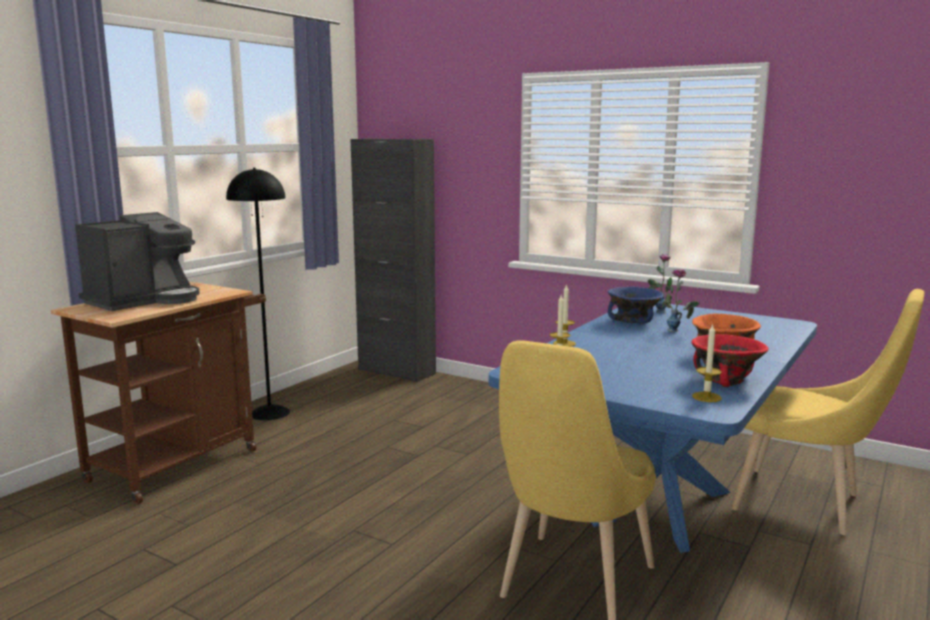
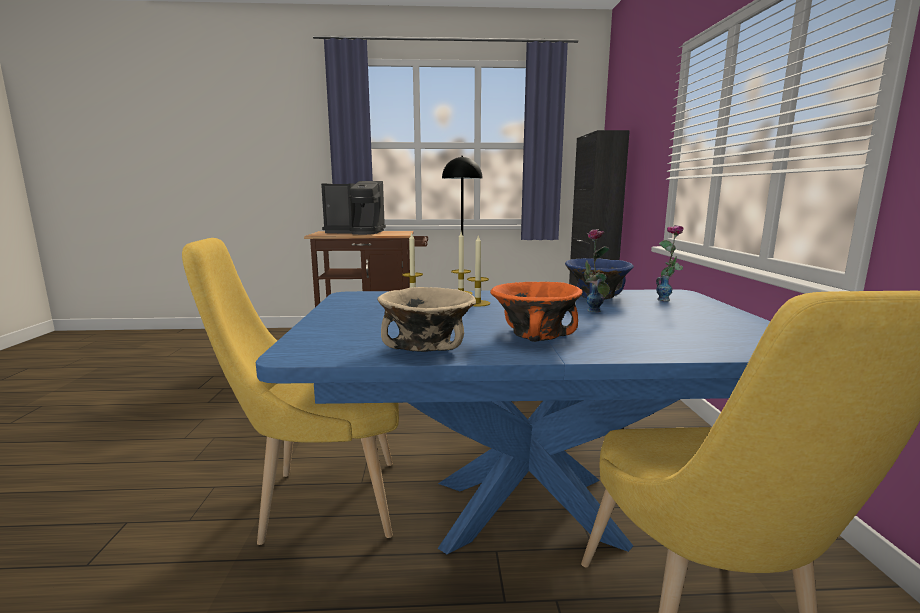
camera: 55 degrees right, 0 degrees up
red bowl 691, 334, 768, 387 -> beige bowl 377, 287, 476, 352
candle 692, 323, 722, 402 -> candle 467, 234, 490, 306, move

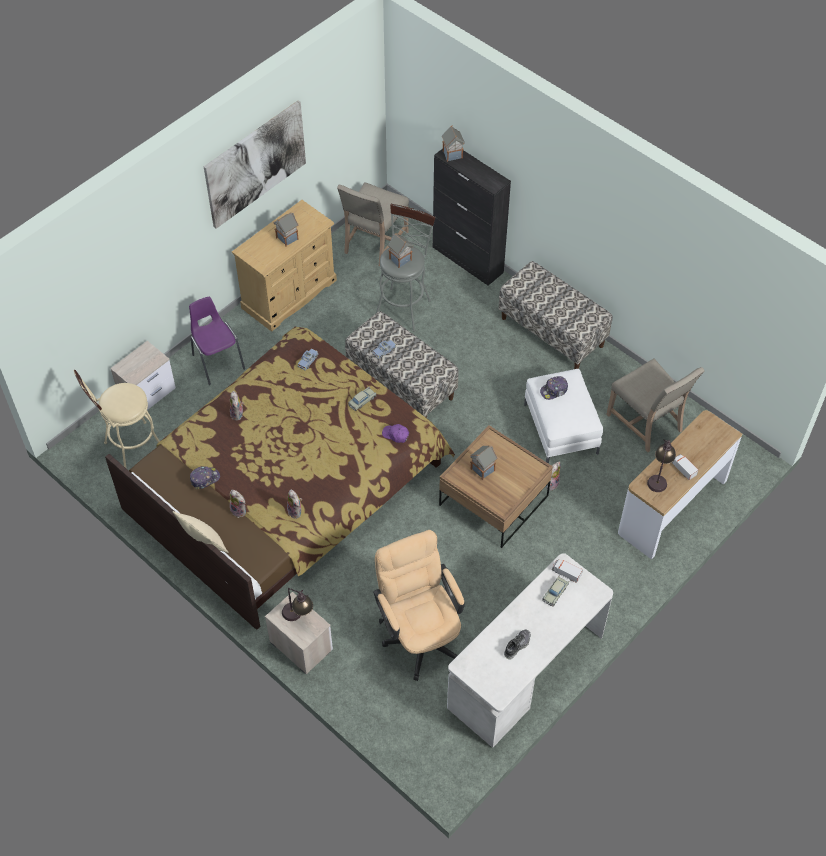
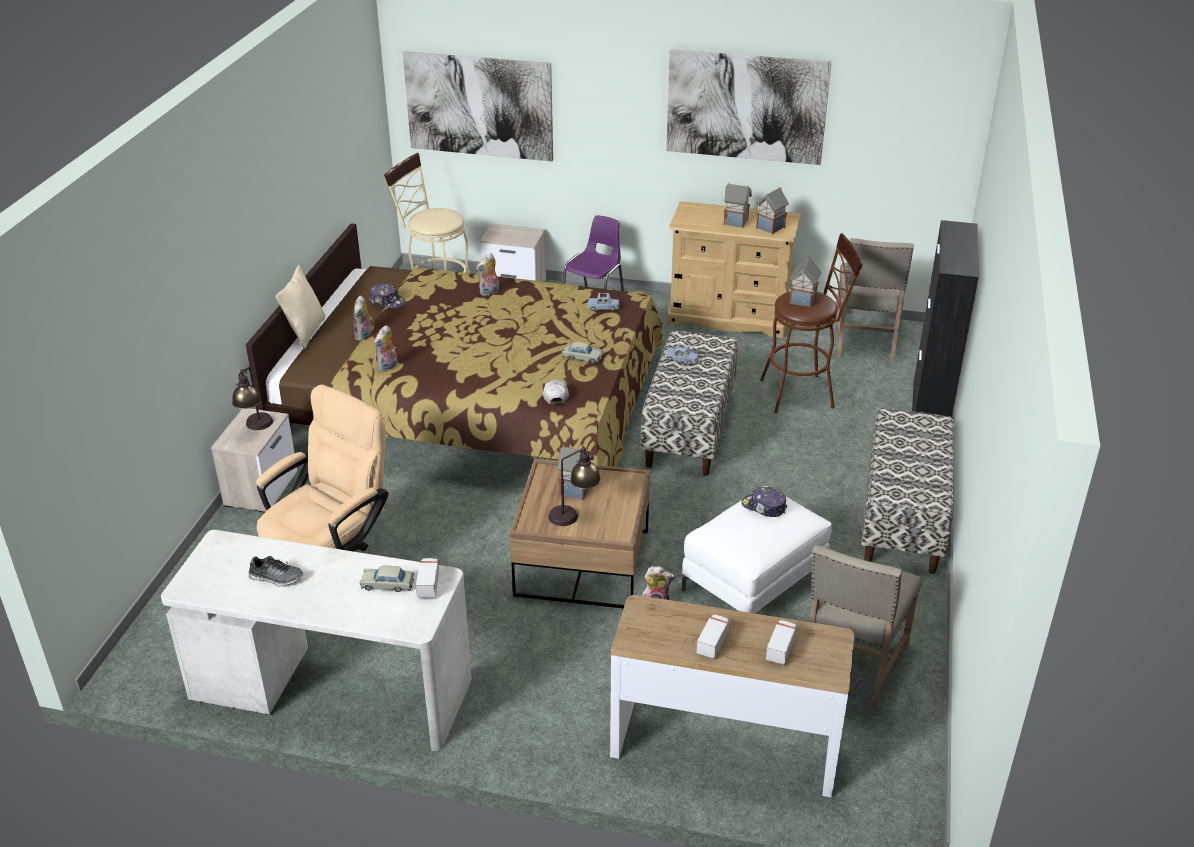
camera: 60 degrees right, 20 degrees down
none -> picture 403, 51, 553, 162
purple cap 382, 424, 409, 443 -> white cap 543, 379, 569, 405
table lamp 647, 439, 676, 492 -> table lamp 548, 445, 601, 526, move
toy house 442, 126, 465, 162 -> toy house 756, 187, 789, 234, move
grey stool 376, 204, 435, 332 -> brown stool 760, 233, 863, 413
none -> toy truck 766, 620, 798, 665
beige chair 337, 182, 409, 266 -> beige chair 836, 238, 914, 363, 75 degrees counterclockwise

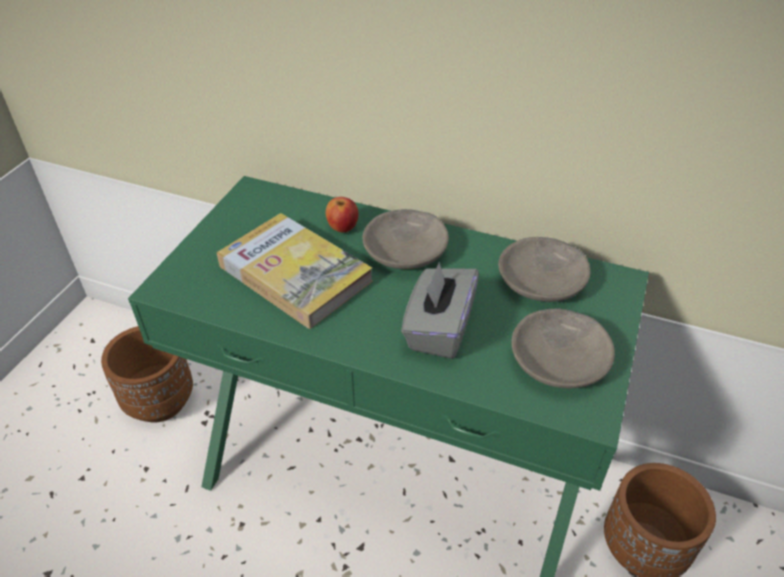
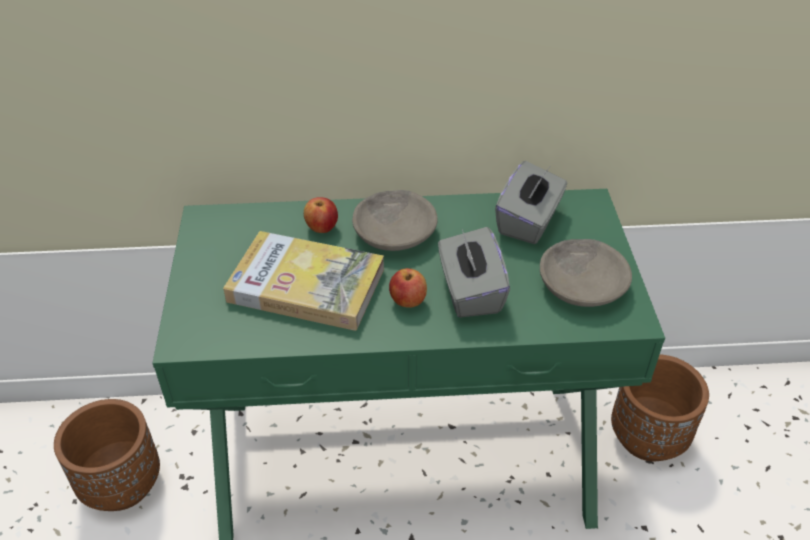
camera: 25 degrees left, 0 degrees up
none -> apple 389, 268, 427, 308
grey bowl 498, 237, 591, 302 -> grey tissue box 495, 161, 567, 244

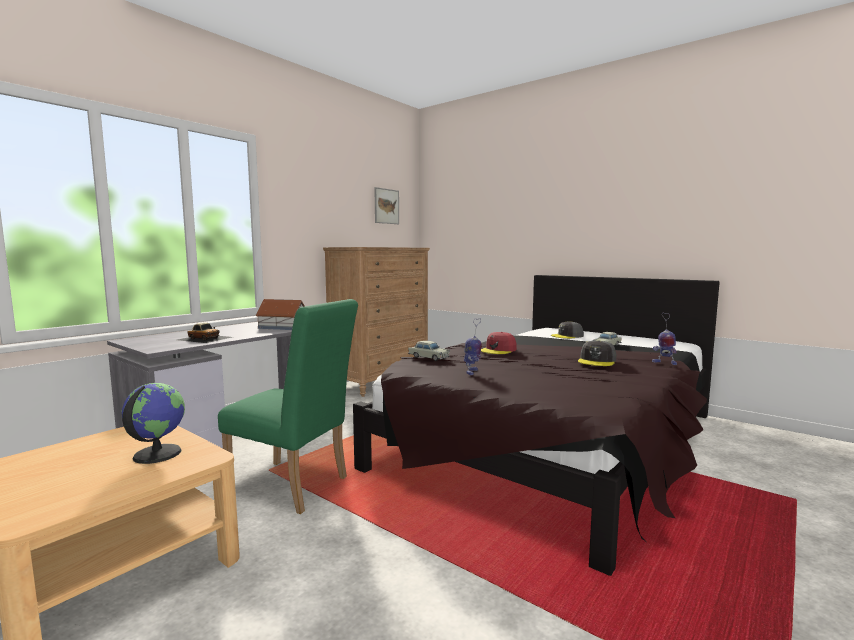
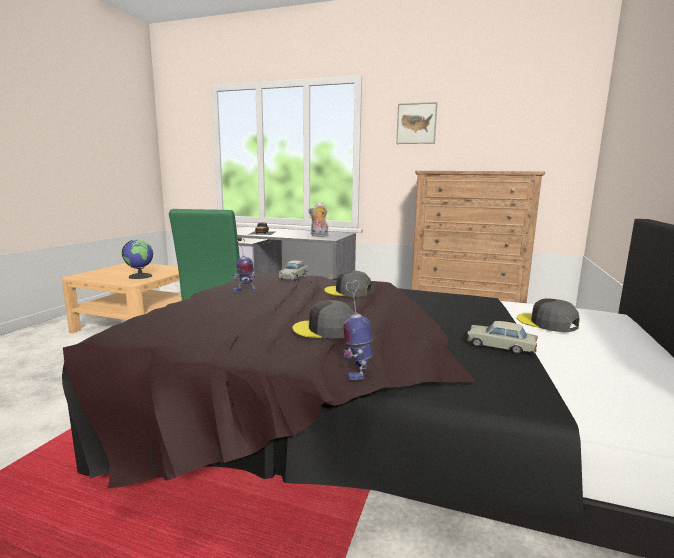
camera: 70 degrees right, 5 degrees up
toy house 256, 299, 305, 330 -> plush toy 308, 202, 328, 237
red cap 481, 332, 517, 354 -> grey cap 324, 271, 372, 297
picture 374, 187, 399, 224 -> picture 396, 102, 437, 144, move

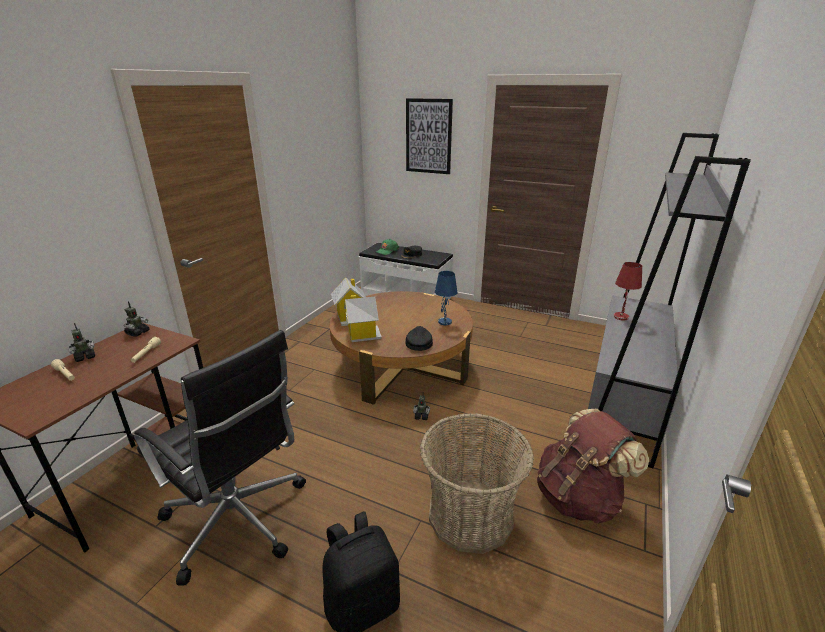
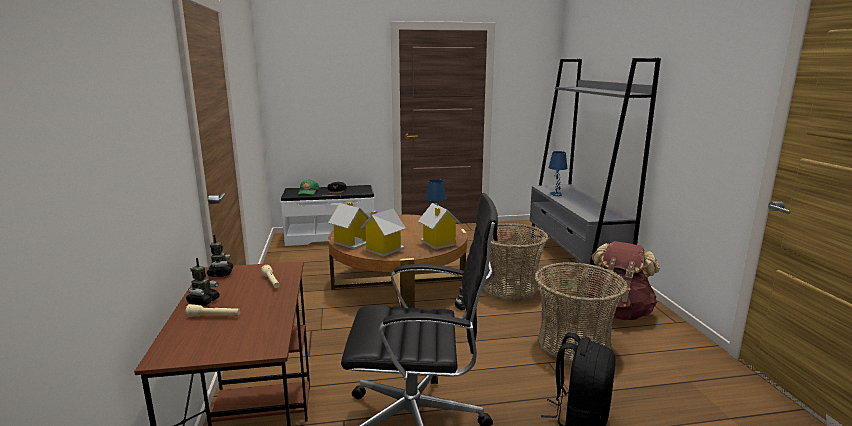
camera: 35 degrees left, 10 degrees down
black cap 406, 326, 433, 351 -> toy house 418, 203, 461, 250
none -> basket 482, 223, 549, 302
red table lamp 613, 262, 642, 320 -> blue table lamp 549, 151, 567, 196
picture 406, 98, 453, 174 -> none

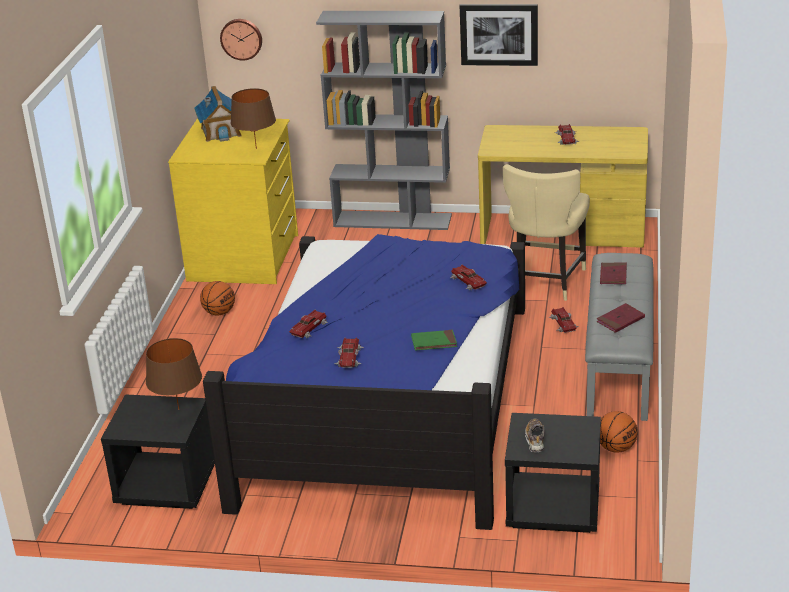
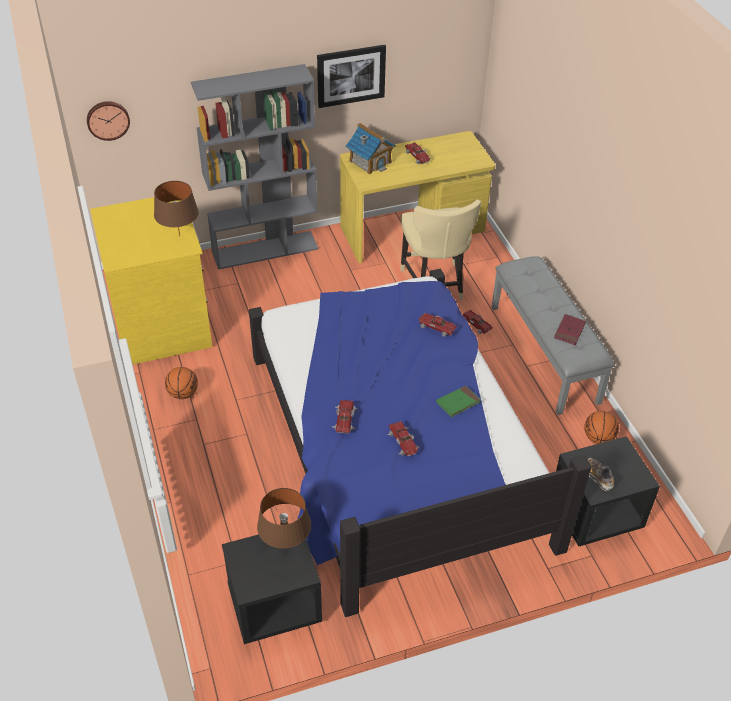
camera: 30 degrees left, 15 degrees up
toy house 194, 86, 242, 142 -> toy house 346, 123, 396, 175, move
red book 600, 263, 627, 284 -> none

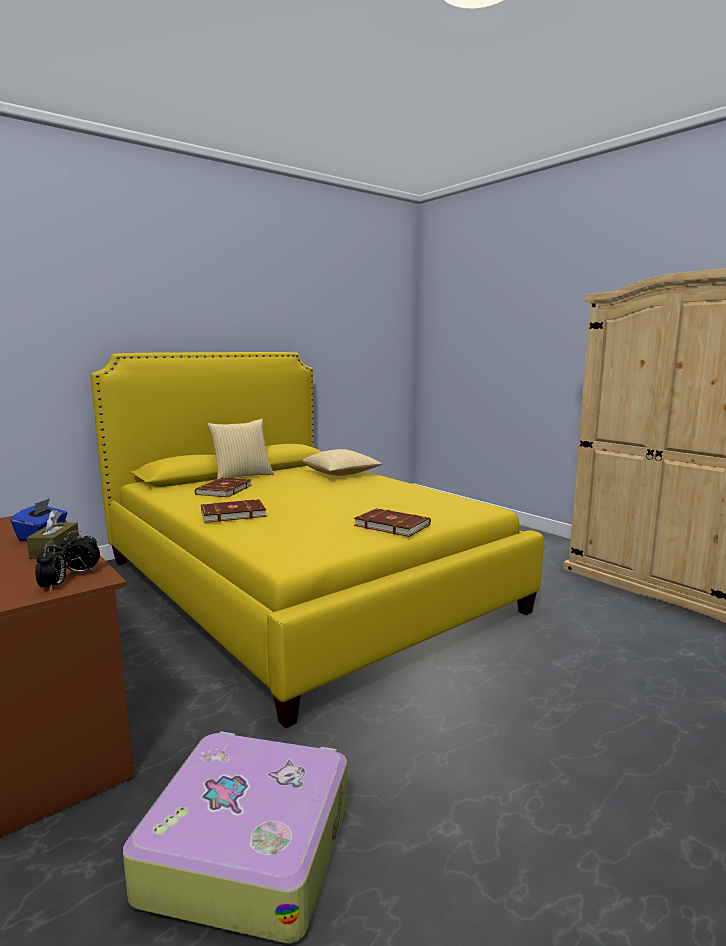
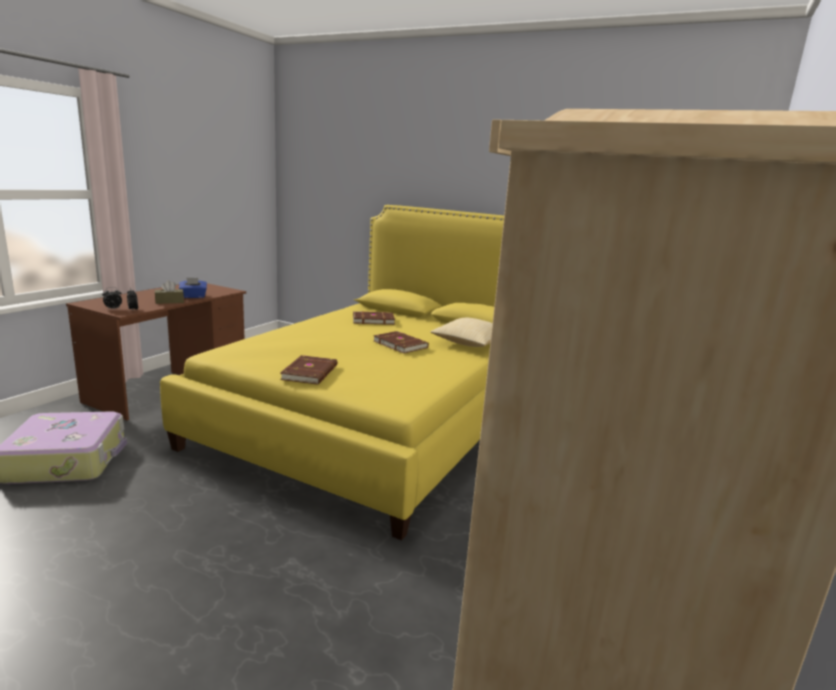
camera: 65 degrees right, 5 degrees up
brown book 201, 499, 266, 523 -> brown book 373, 331, 429, 353, move
pillow 207, 419, 274, 479 -> none

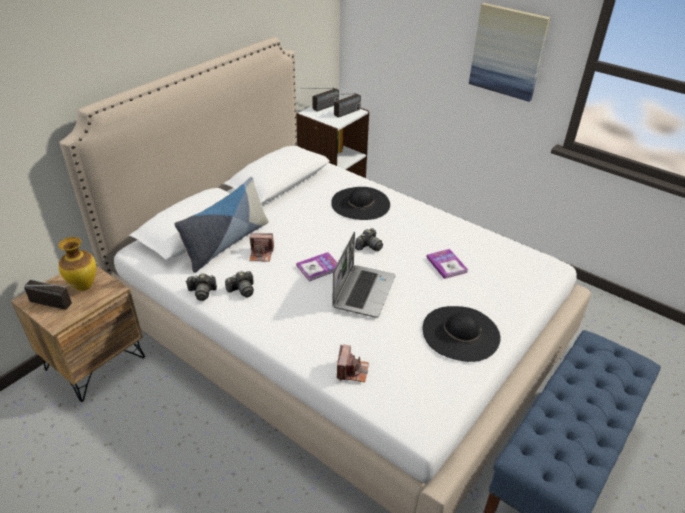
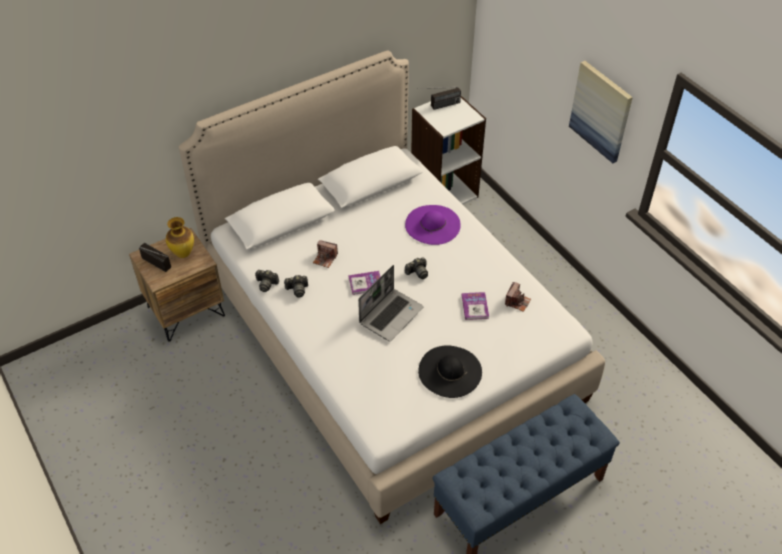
camera: 20 degrees right, 10 degrees up
black hat 331, 187, 390, 220 -> purple hat 405, 205, 461, 245
photo camera 337, 344, 369, 382 -> photo camera 505, 282, 531, 312, move
pillow 174, 177, 269, 273 -> none
radio 322, 93, 361, 117 -> none

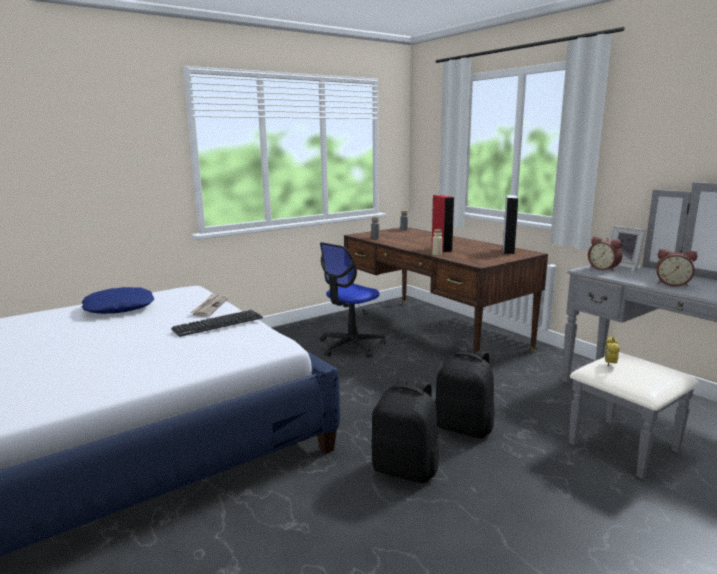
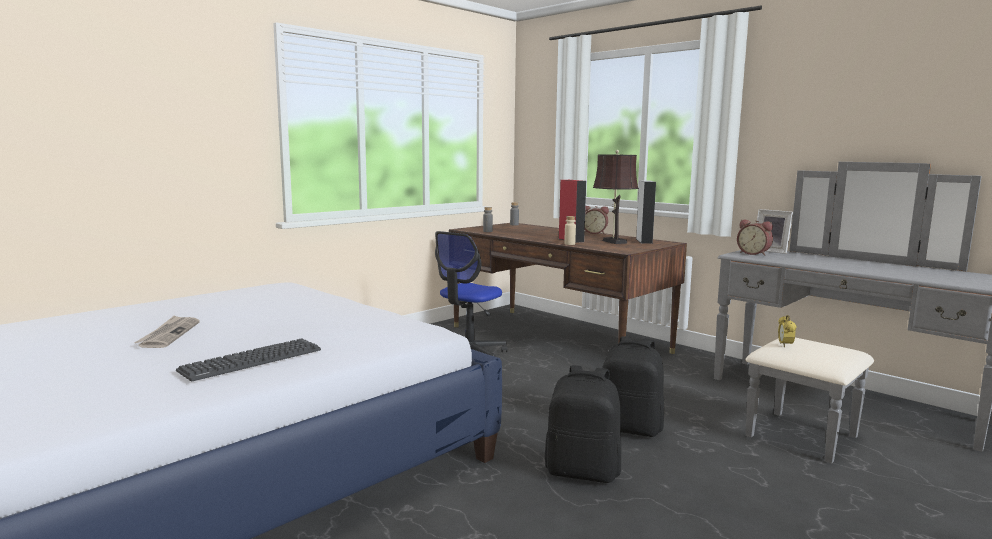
camera: 10 degrees left, 5 degrees down
newspaper 190, 293, 228, 317 -> newspaper 134, 315, 200, 348, move
keyboard 171, 310, 263, 337 -> keyboard 176, 338, 321, 381, move
alarm clock 656, 249, 697, 287 -> alarm clock 585, 206, 609, 234, move
none -> brown table lamp 593, 150, 639, 244
blue pillow 82, 287, 154, 314 -> none

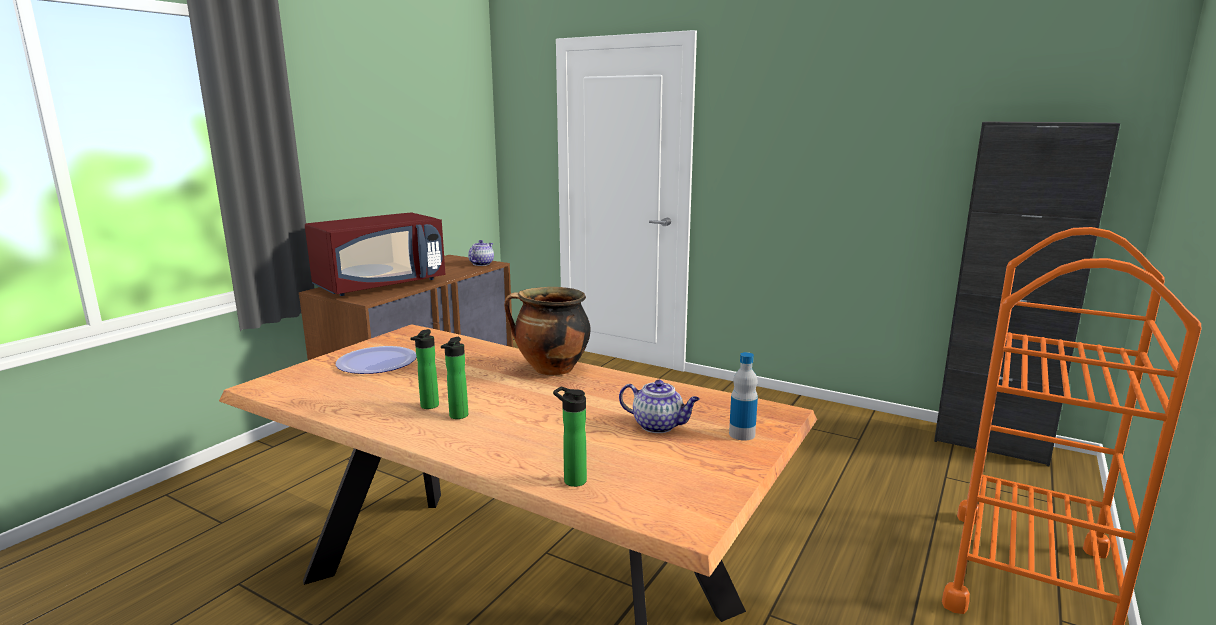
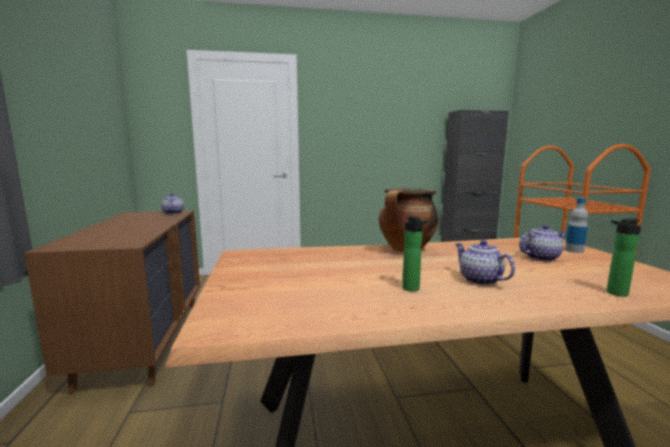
camera: 40 degrees left, 5 degrees down
none -> teapot 455, 240, 515, 285
red microwave 305, 212, 445, 296 -> none
plate 336, 346, 417, 374 -> none
bottle 441, 337, 468, 419 -> none

